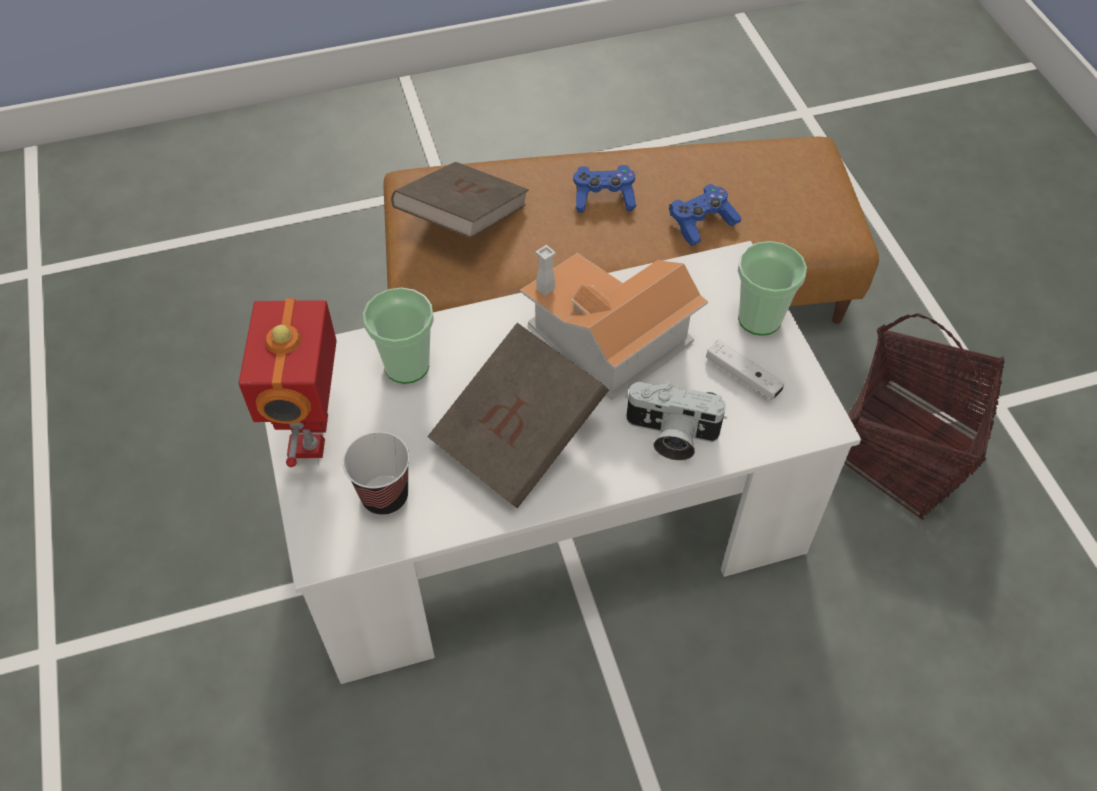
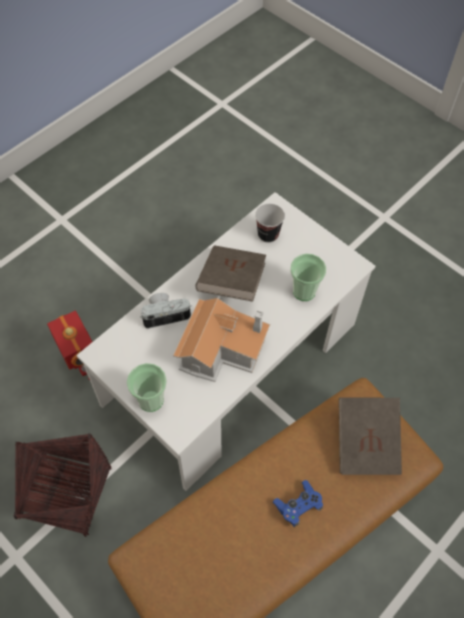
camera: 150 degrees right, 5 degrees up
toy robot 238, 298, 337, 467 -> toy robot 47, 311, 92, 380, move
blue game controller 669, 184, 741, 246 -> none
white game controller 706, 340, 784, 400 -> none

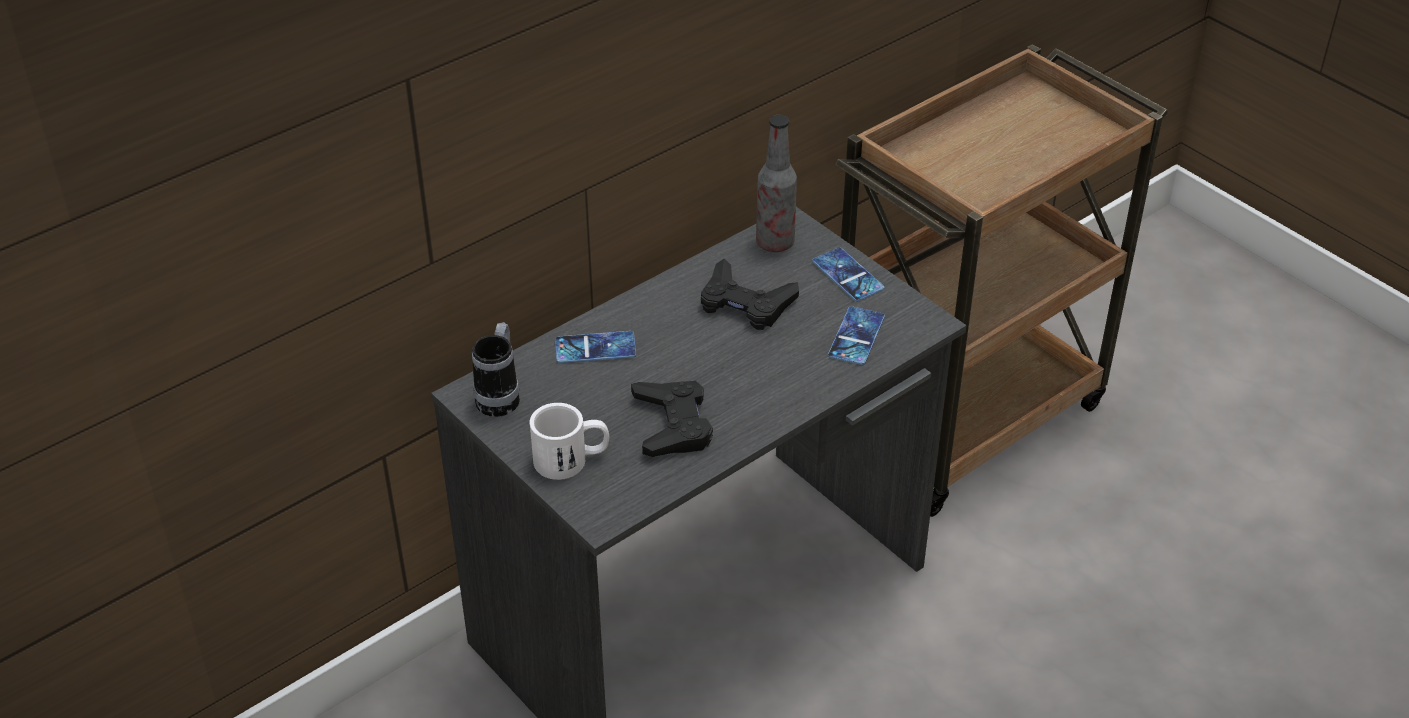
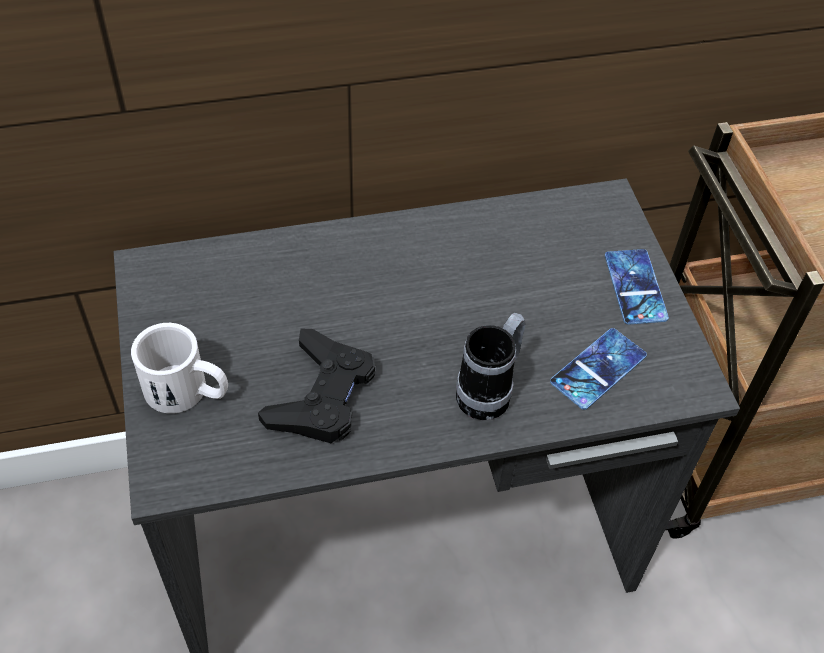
camera: 25 degrees right, 10 degrees up
mug 472, 322, 520, 417 -> mug 456, 313, 526, 420, move
phone 555, 331, 636, 363 -> none
black game controller 701, 259, 799, 330 -> none
bottle 756, 115, 797, 252 -> none

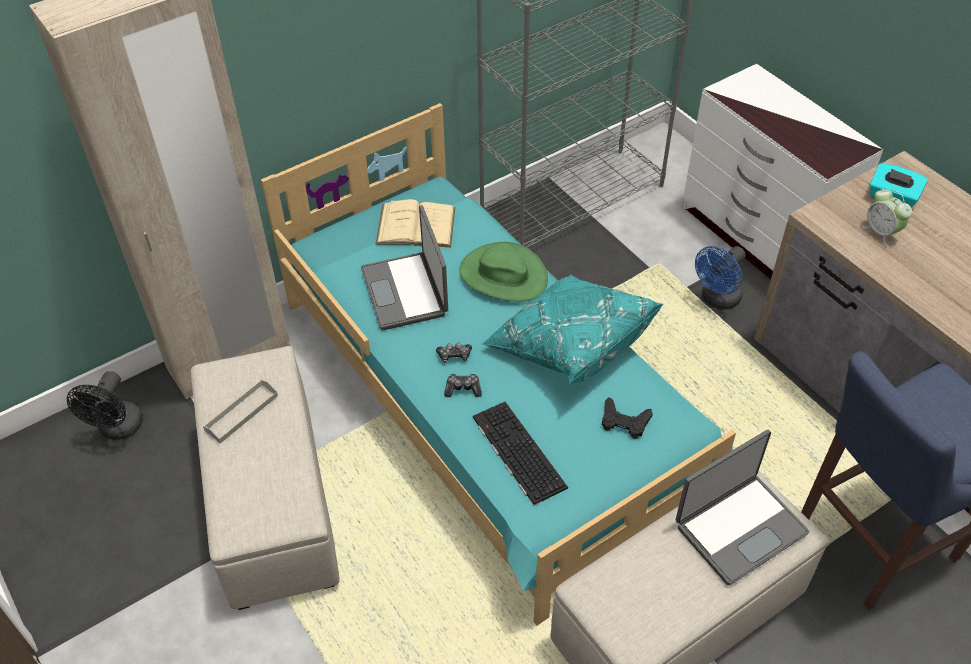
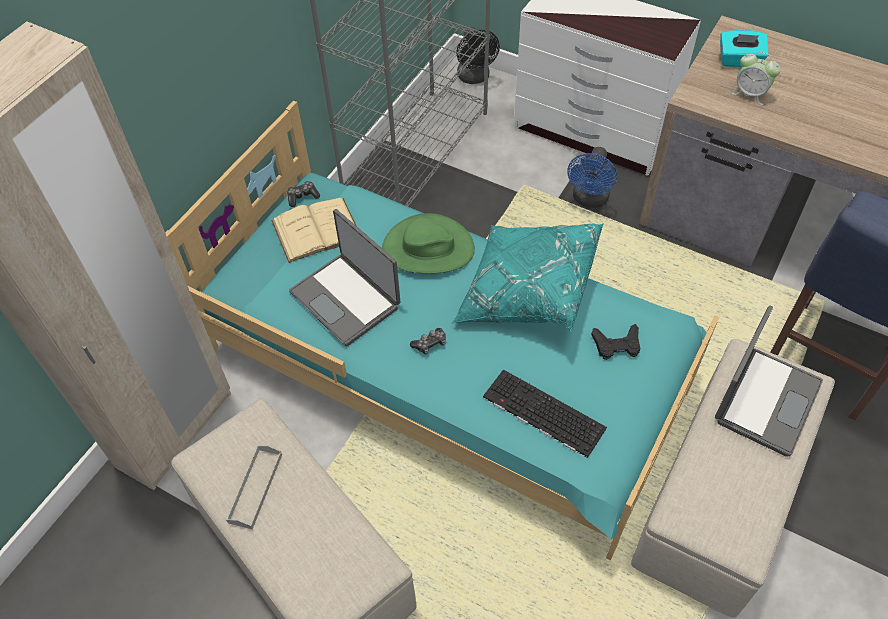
camera: 25 degrees left, 5 degrees up
game controller 444, 373, 482, 397 -> game controller 287, 181, 320, 207, move
black fan 67, 371, 143, 440 -> black fan 457, 27, 500, 84, move

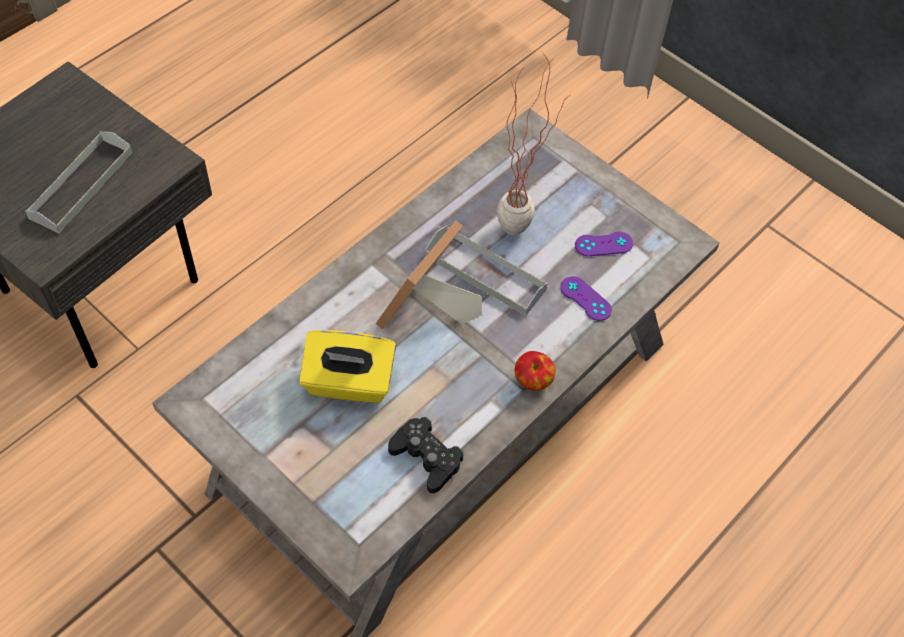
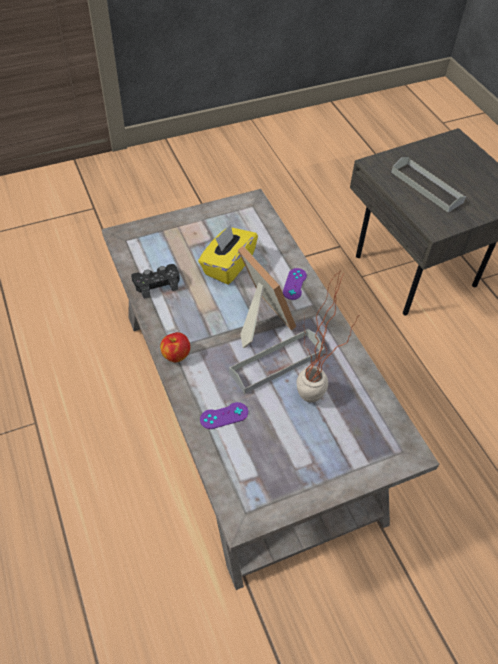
camera: 115 degrees right, 5 degrees down
purple game controller 575, 232, 633, 256 -> purple game controller 283, 268, 307, 300, move

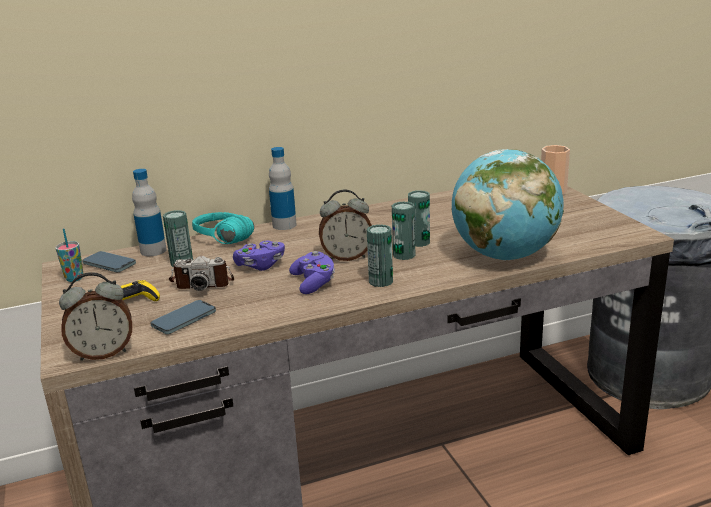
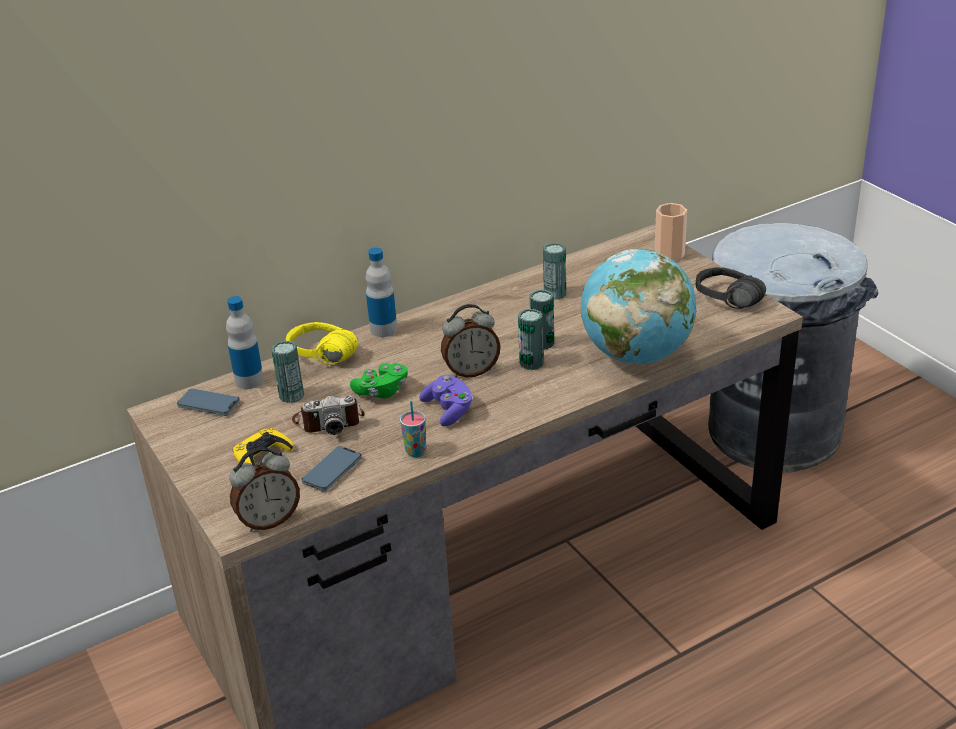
camera: 10 degrees left, 10 degrees up
turquoise headphones 192, 212, 254, 244 -> yellow headphones 286, 322, 358, 365
purple game controller 233, 241, 285, 271 -> green game controller 350, 363, 408, 399
cup 56, 228, 83, 282 -> cup 400, 401, 426, 457, move
can 367, 224, 393, 287 -> can 543, 243, 566, 300, move
none -> black headphones 696, 267, 766, 309

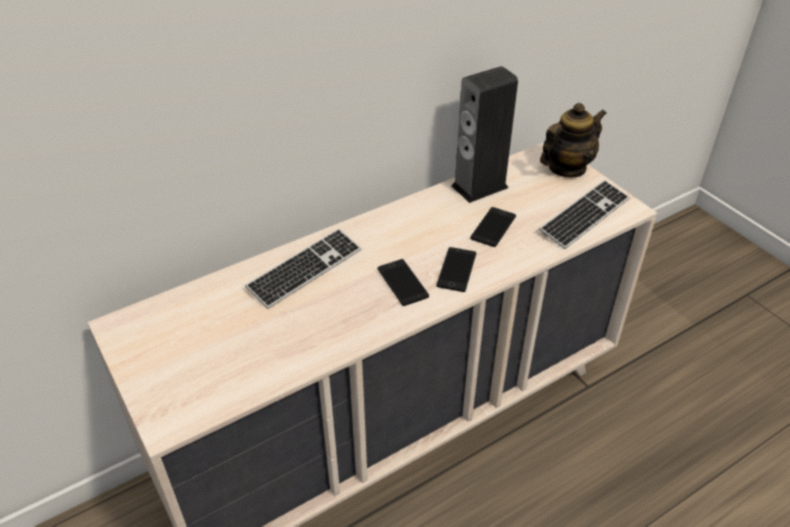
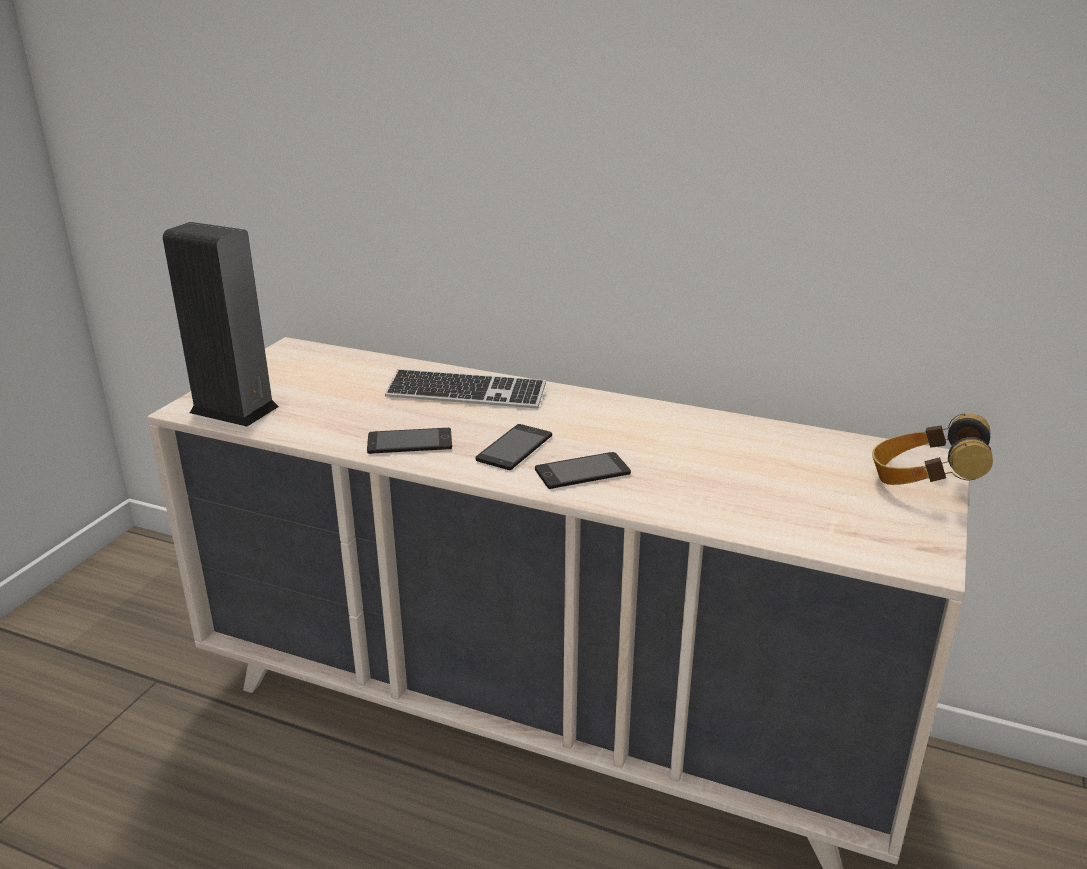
camera: 55 degrees right, 15 degrees down
speaker 451, 66, 518, 203 -> speaker 163, 222, 279, 427, move
phone 470, 207, 516, 247 -> phone 367, 428, 452, 454, move
teapot 540, 103, 607, 177 -> headphones 872, 414, 993, 485
keyboard 539, 180, 630, 249 -> none

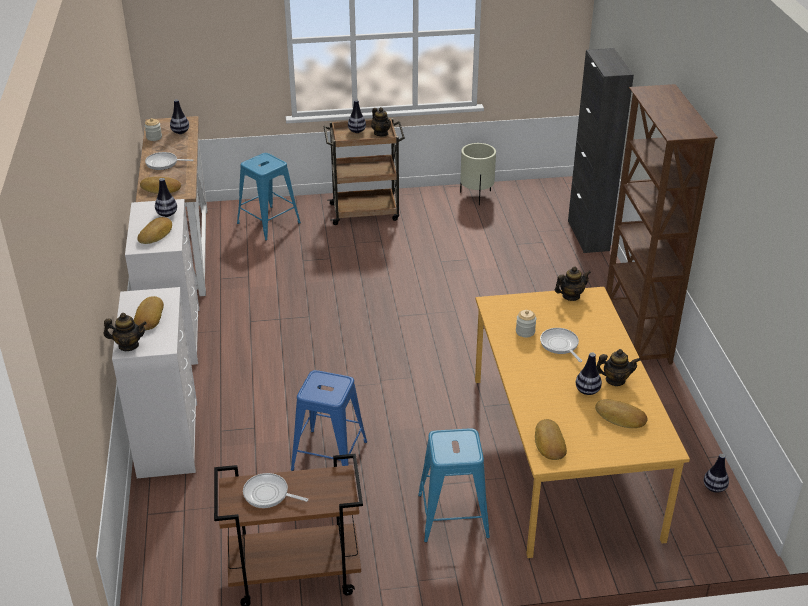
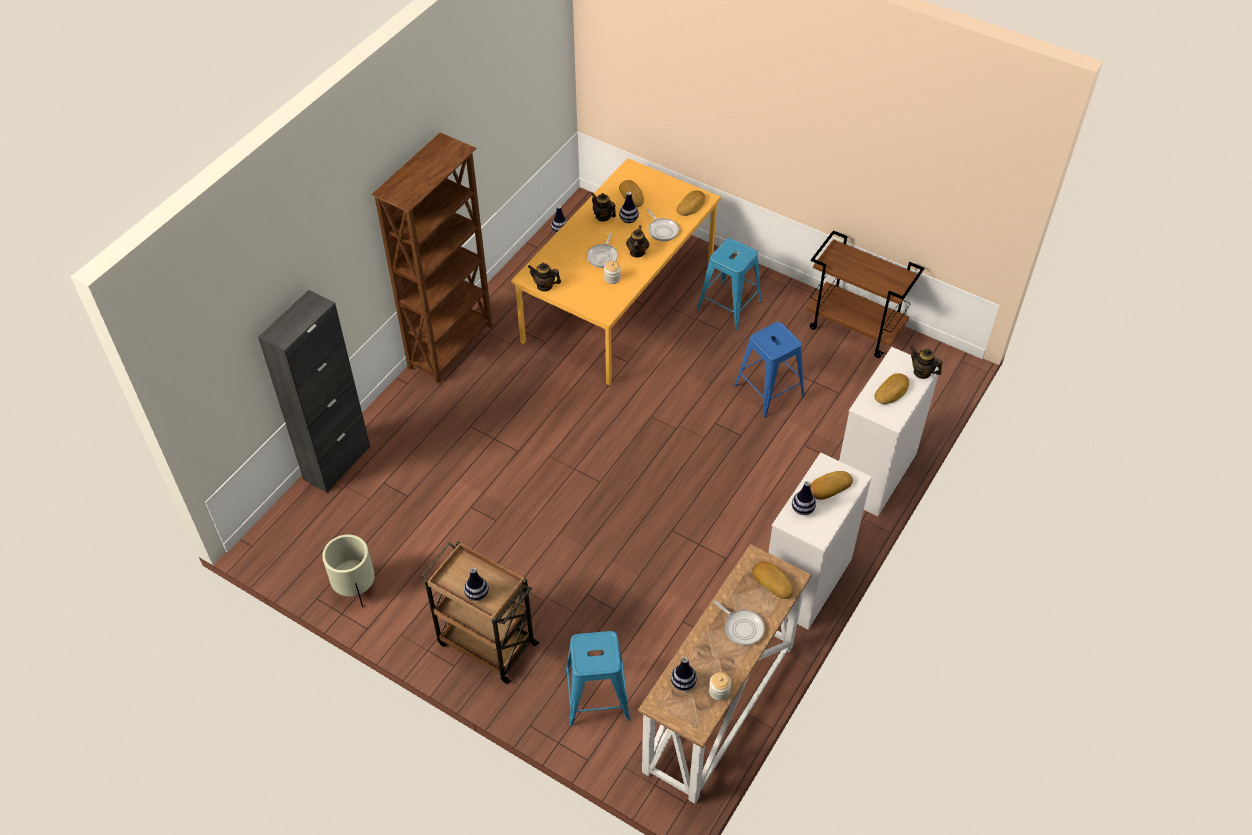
camera: 140 degrees left, 15 degrees up
teapot 371, 107, 391, 136 -> teapot 626, 225, 649, 258, move
frying pan 243, 473, 308, 508 -> frying pan 647, 209, 679, 241, move

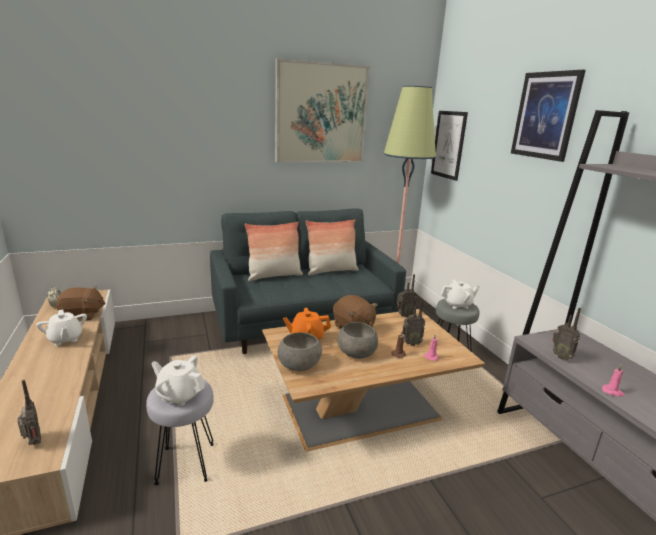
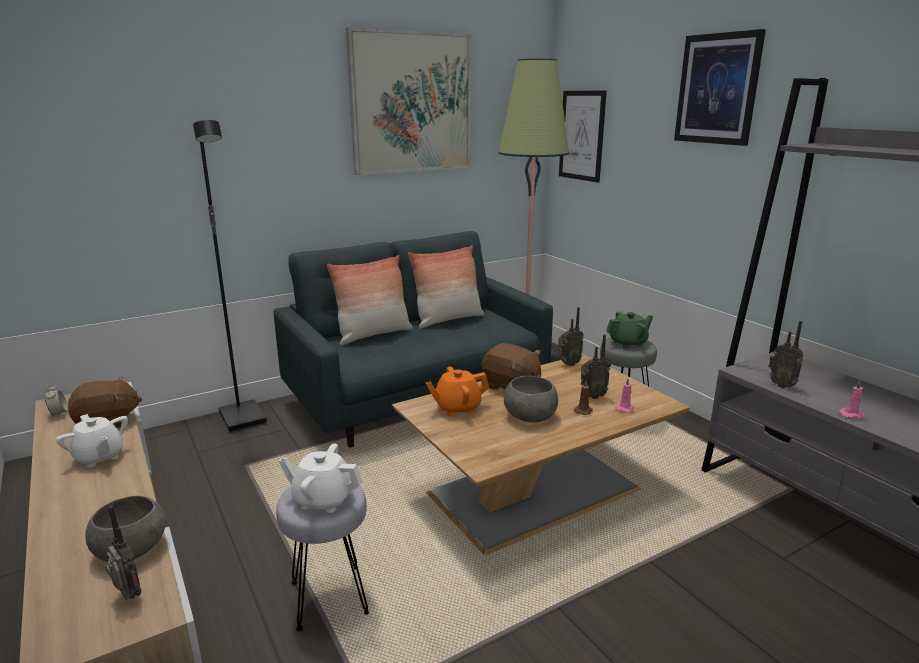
camera: 10 degrees left, 0 degrees up
grey bowl 278, 332, 322, 371 -> grey bowl 85, 496, 166, 562, move
none -> black floor lamp 193, 120, 267, 432
white teapot 440, 280, 480, 309 -> green teapot 606, 311, 653, 349

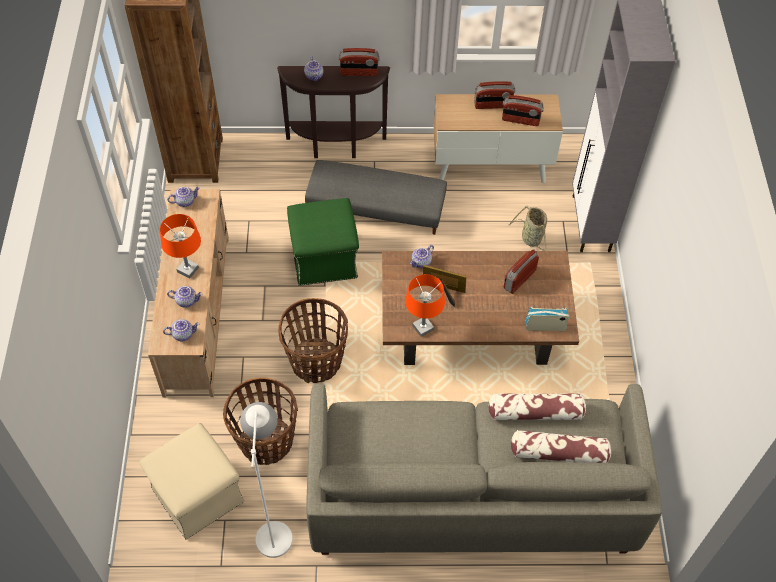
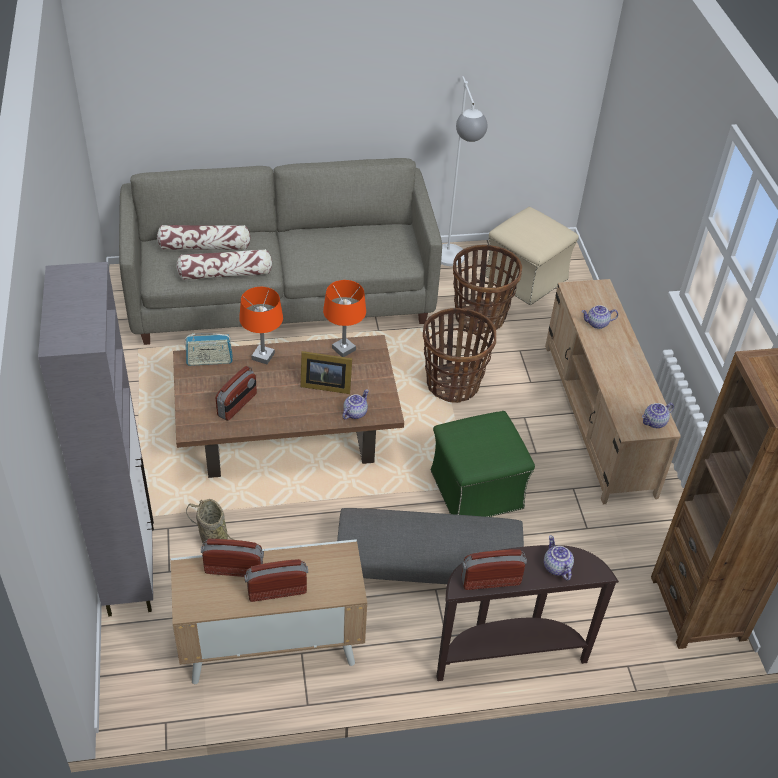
camera: 170 degrees right, 10 degrees down
orange table lamp 160, 214, 201, 278 -> orange table lamp 239, 287, 283, 364, move
teapot 163, 319, 199, 341 -> none

